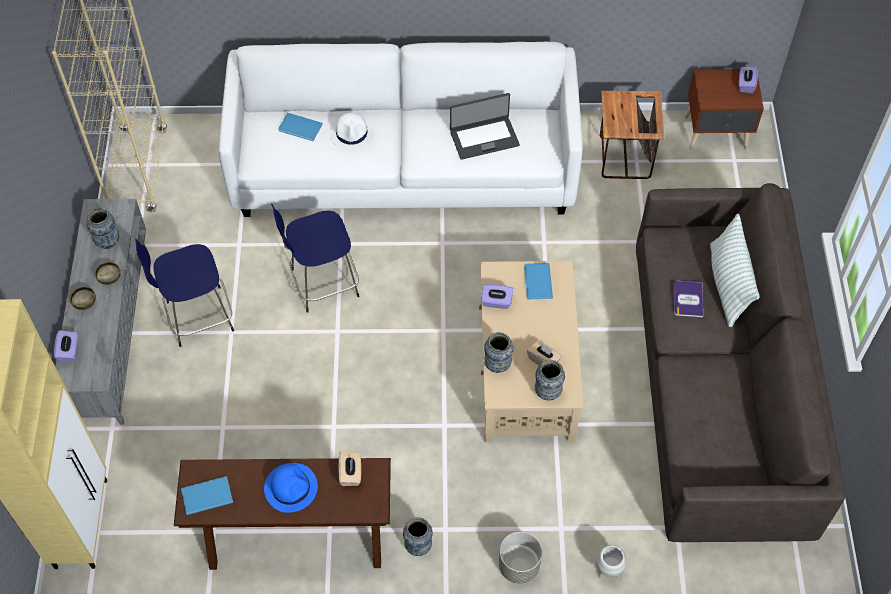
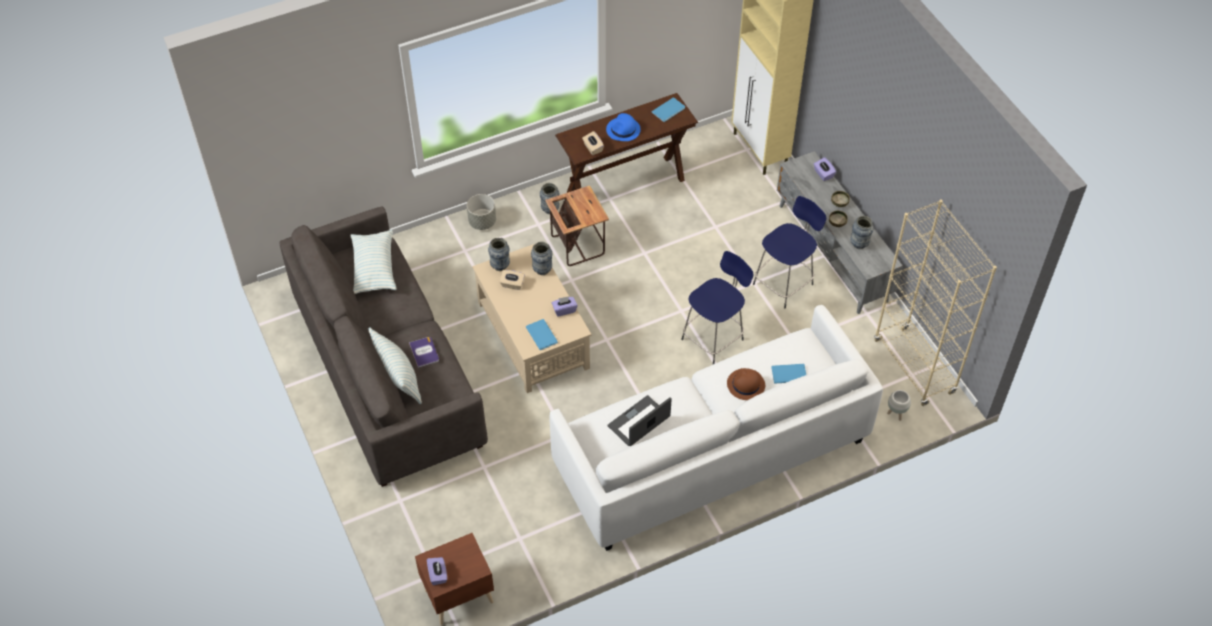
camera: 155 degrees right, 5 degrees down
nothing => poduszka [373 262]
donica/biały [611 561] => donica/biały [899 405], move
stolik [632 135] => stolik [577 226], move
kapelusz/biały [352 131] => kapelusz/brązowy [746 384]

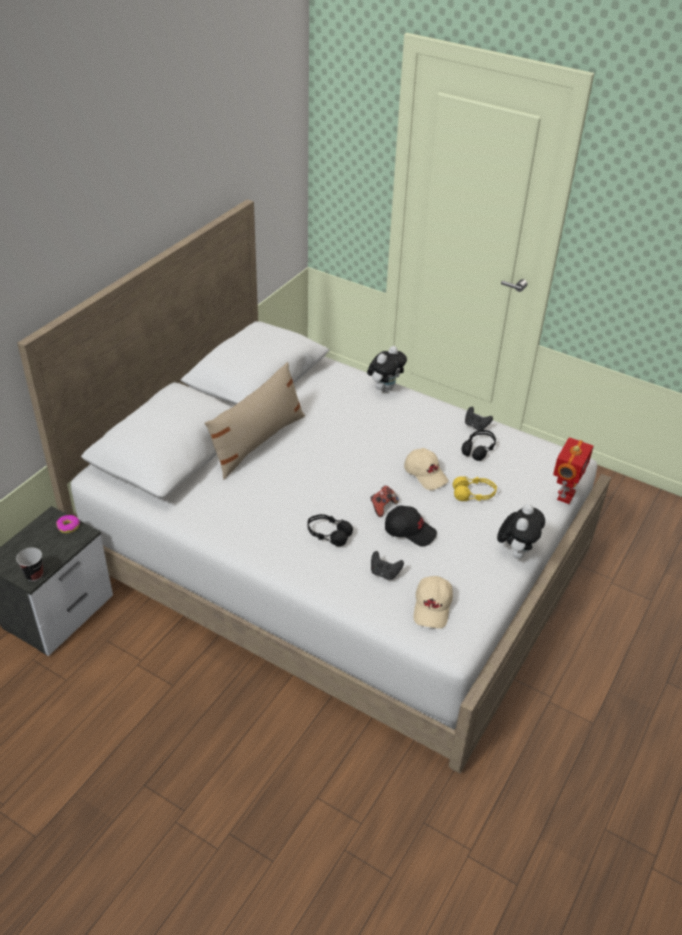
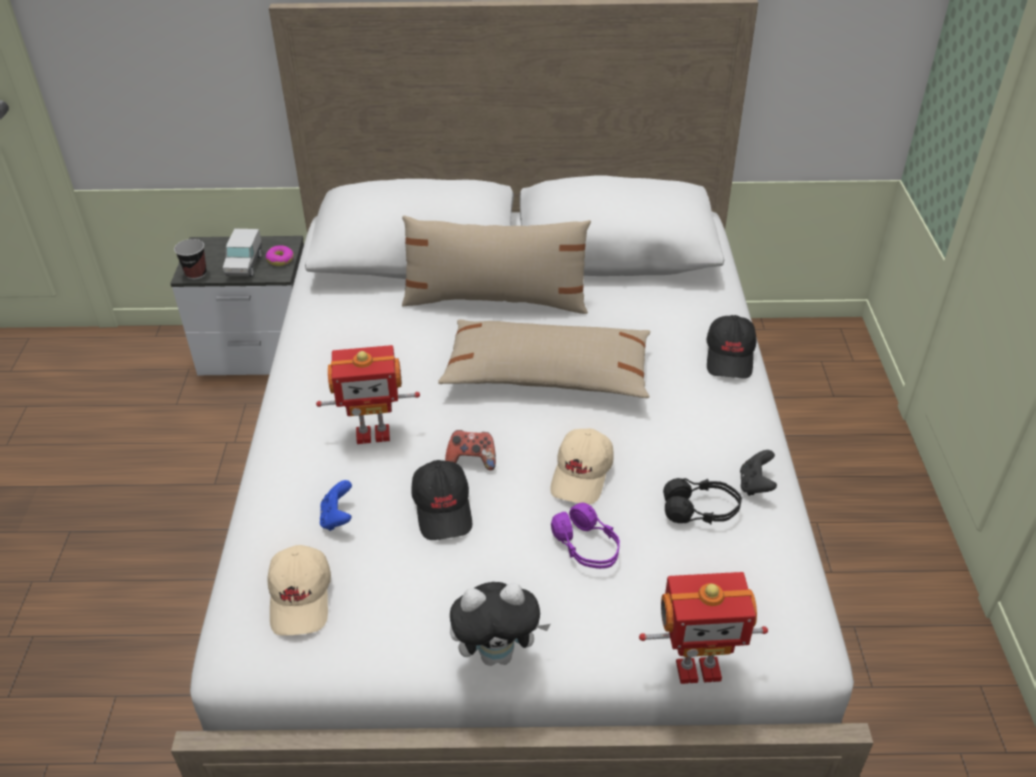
camera: 60 degrees right, 0 degrees up
nothing => ciężarówka zabawkowa [242 253]
nothing => poduszka/beżowy [544 358]
słuchawki/czarny [330 530] => robot zabawkowy [368 394]
pluszak [387 369] => czapka z daszkiem/czarny [731 347]
pad do gier/czarny [387 565] => pad do gier/niebieski [336 505]
słuchawki/żółty [475 488] => słuchawki/fioletowy [585 536]
czapka z daszkiem/beżowy [433 602] => czapka z daszkiem/beżowy [299 590], 75 degrees counterclockwise

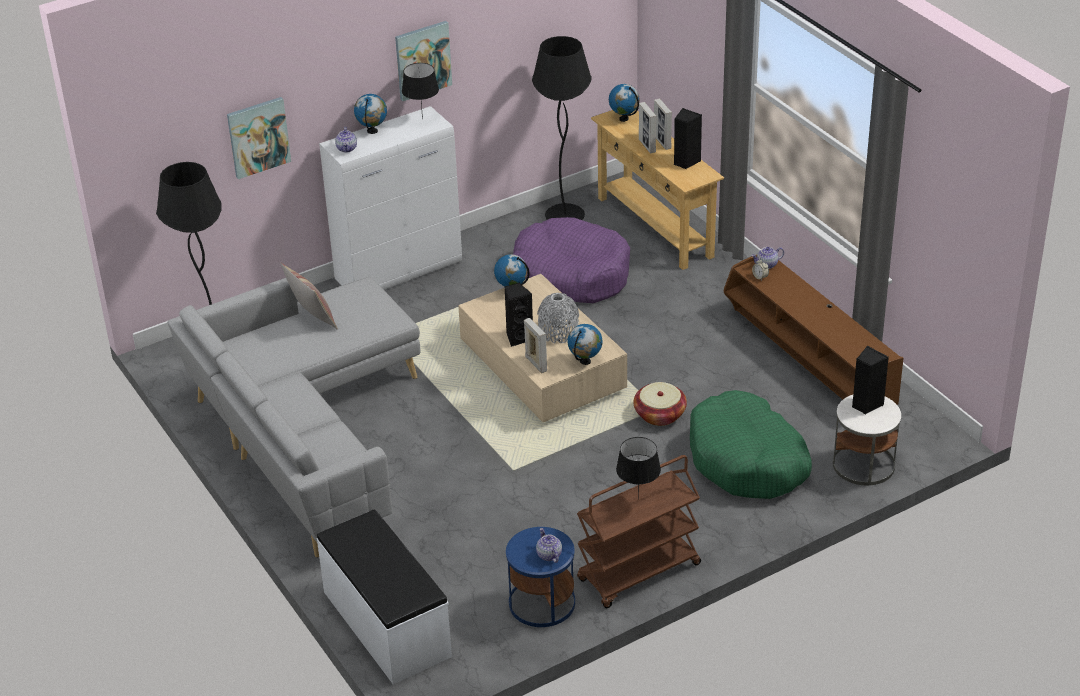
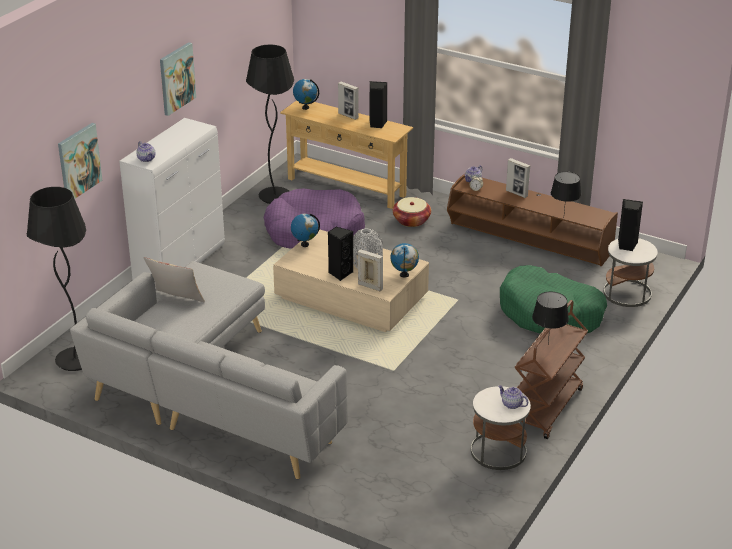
camera: 30 degrees left, 5 degrees down
ławka/biały [384 597] => nothing
globus [370 114] => nothing
lampa stołowa/czarny [420 91] => lampa stołowa/czarny [566 192], move
koszyk [660 404] => koszyk [412 212], move
ramka na zdjęcie [648 127] => ramka na zdjęcie [518 178], move
stolik/niebieski [540 577] => stolik/biały [501 428]

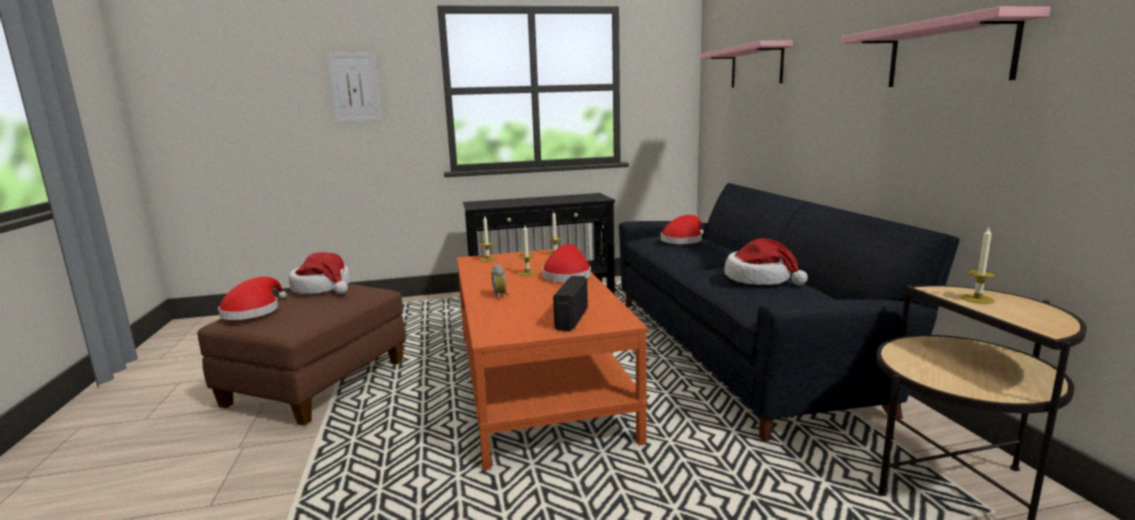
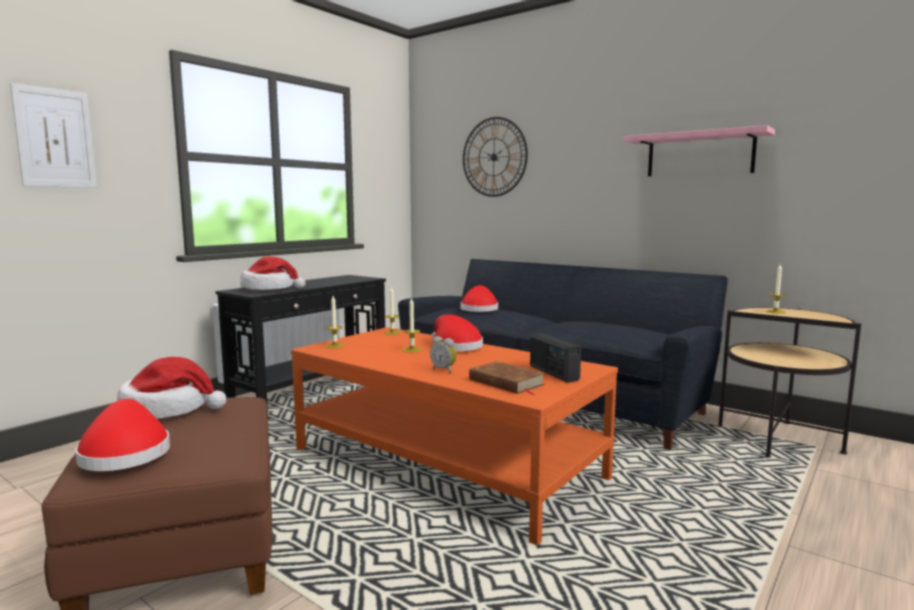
camera: 40 degrees left, 5 degrees down
nothing => książka/brązowy [507 378]
kapelusz [766 261] => kapelusz [273 273], move
półka/różowy [746 64] => zegar ścienny [495 157]

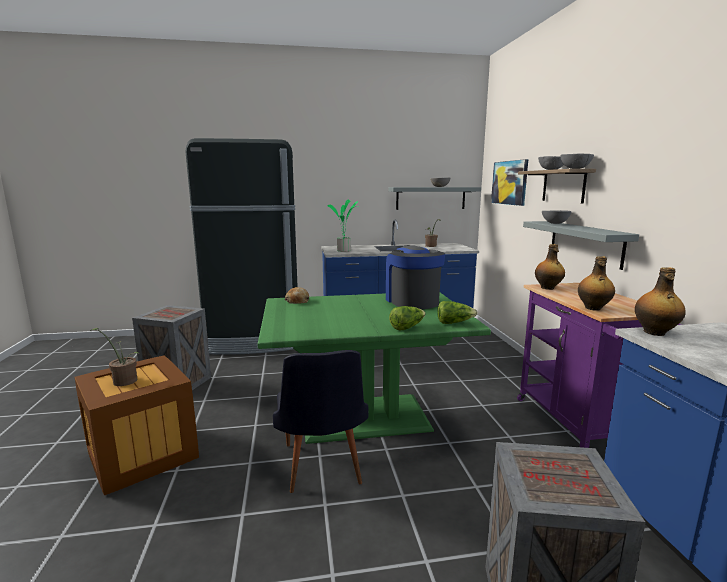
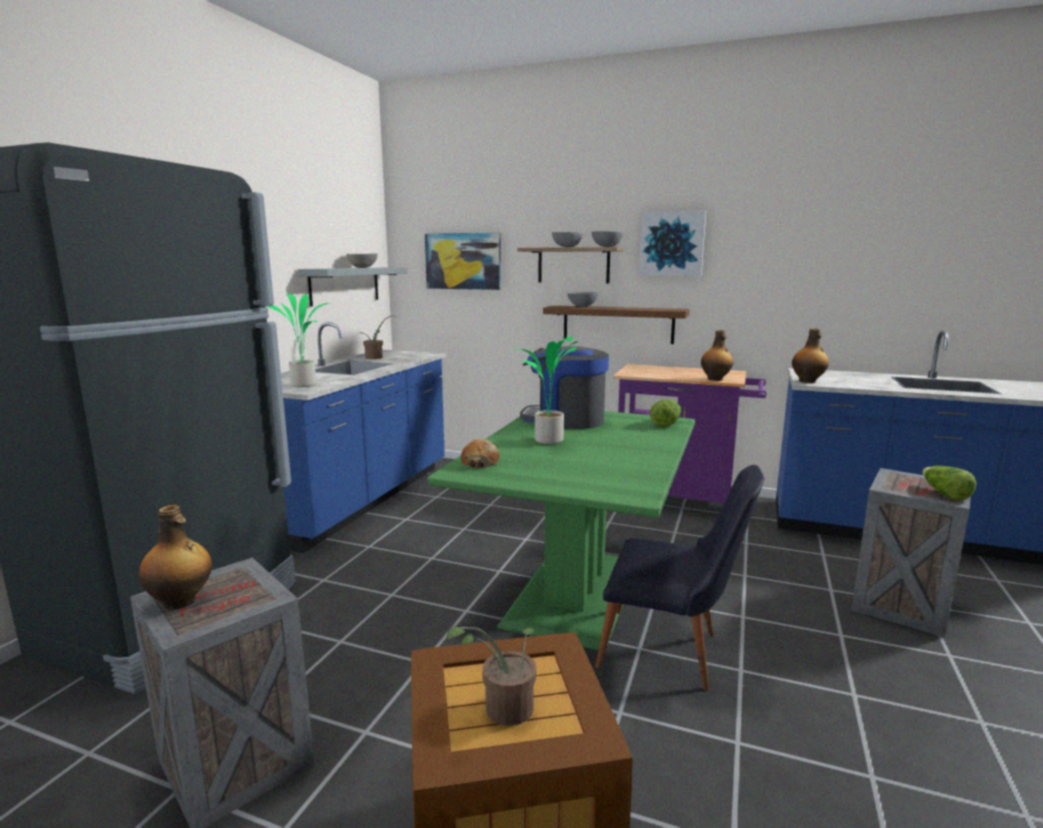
camera: 60 degrees left, 0 degrees up
nothing => roślina doniczkowa [546 390]
nothing => obraz [672 243]
sałata [407 318] => sałata [949 483], move
butelka [550 267] => butelka [175 557], move
półka/szary [581 245] => półka/brązowy [616 324]

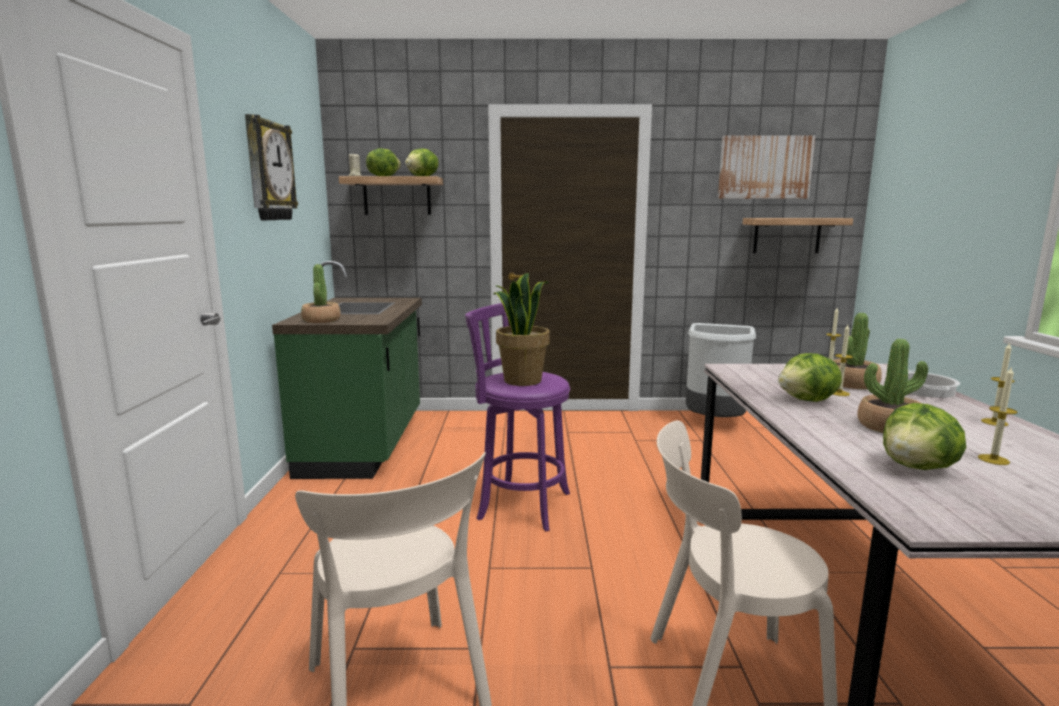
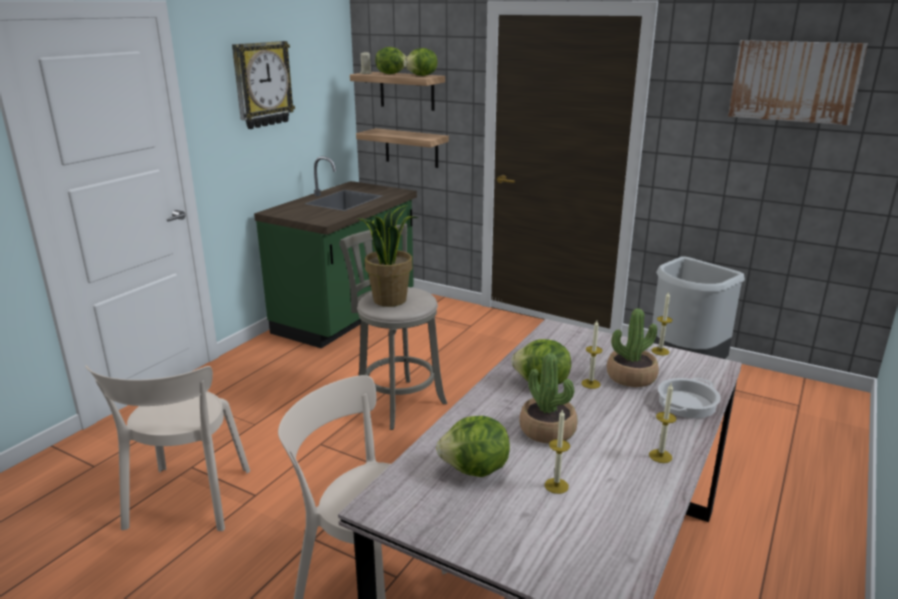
camera: 30 degrees right, 10 degrees up
roślina doniczkowa [321 293] => nothing
półka [798 235] => półka [402 148], move
stołek/fioletowy [517 416] => stołek/szary [393 327]

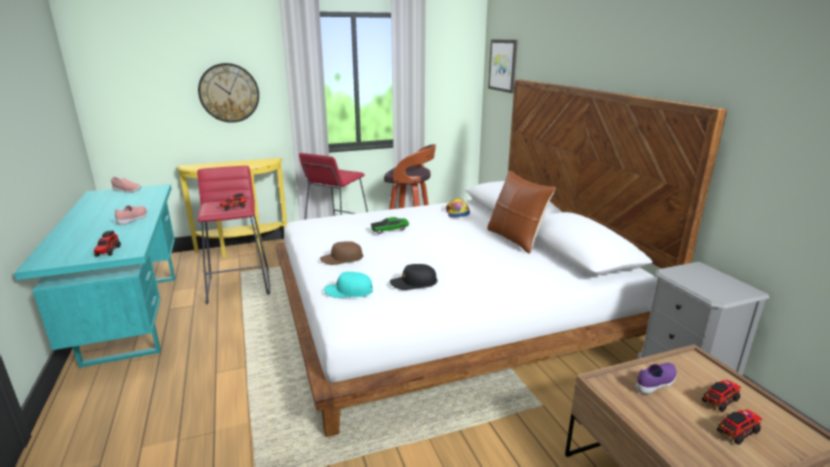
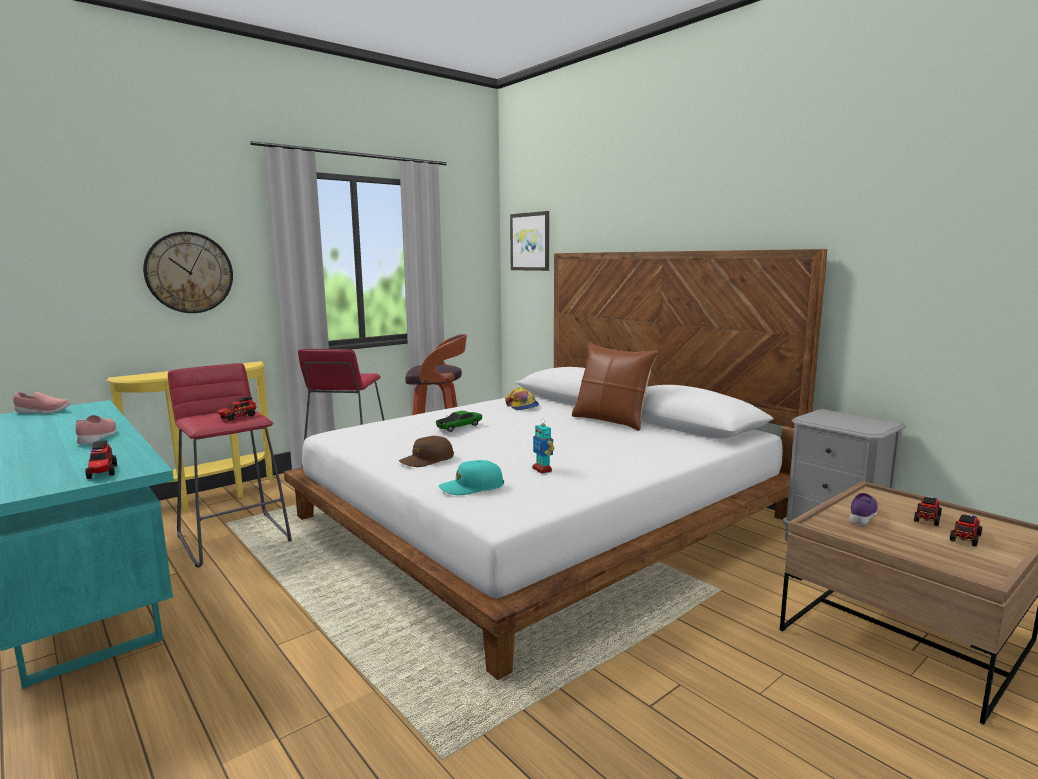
camera: 20 degrees left, 10 degrees down
czapka z daszkiem/czarny [414 277] => robot zabawkowy [543 446]

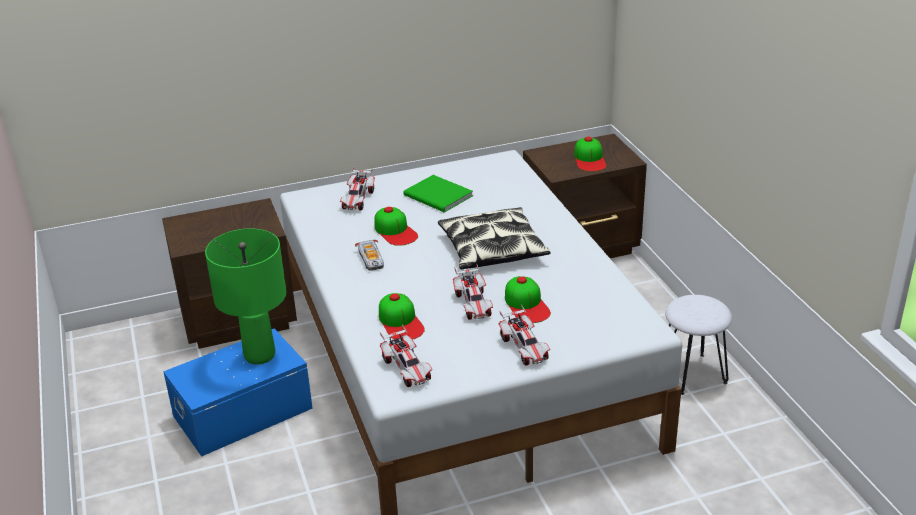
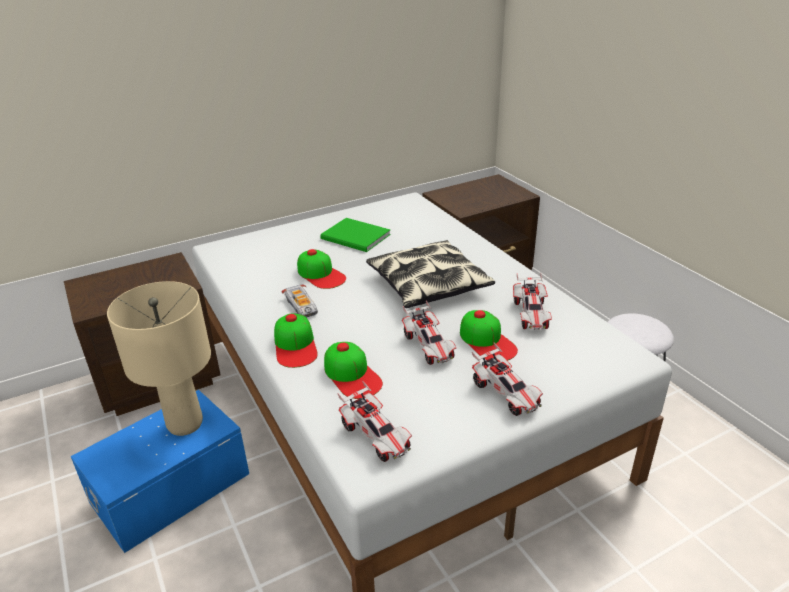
camera: 10 degrees left, 0 degrees up
samochodzik [357 188] => samochodzik [532 301], move
czapka z daszkiem [590 154] => czapka z daszkiem [296 340], move
lampa stołowa/zielony [245 296] => lampa stołowa/beżowy [159 358]

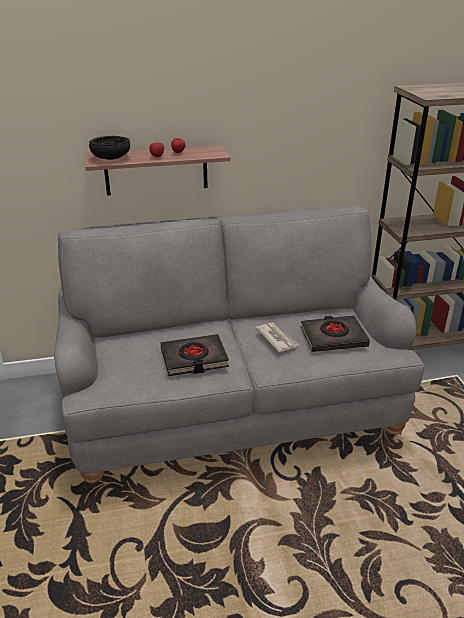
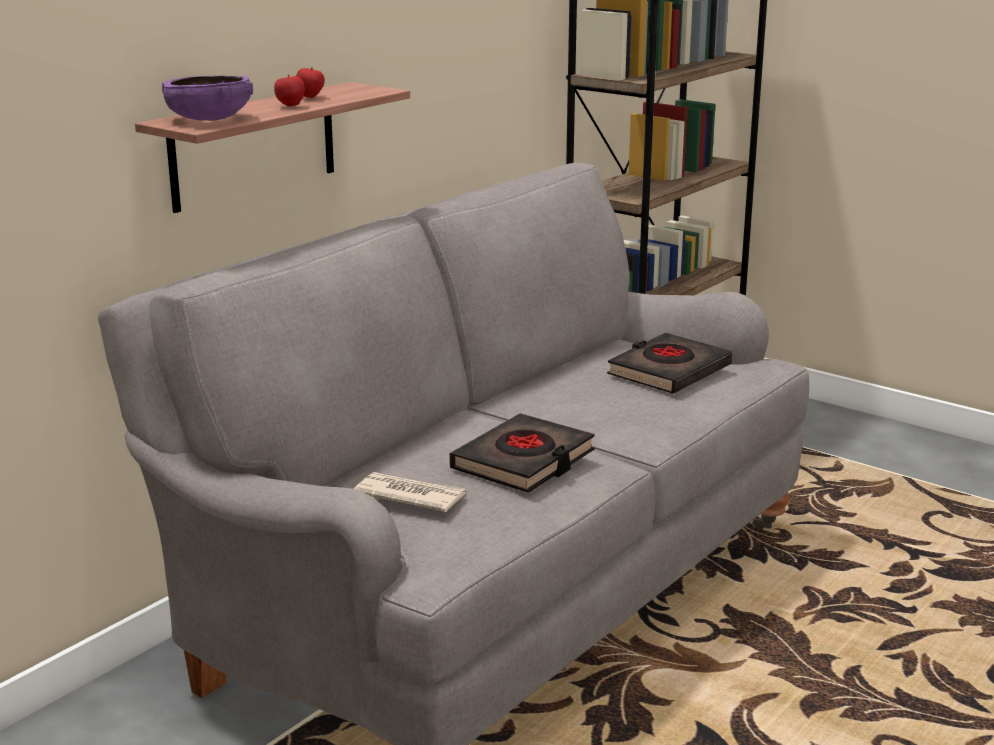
camera: 40 degrees left, 10 degrees down
gazeta [277 337] => gazeta [410 492], move
miska/czarny [109 148] => miska/fioletowy [207 98]

